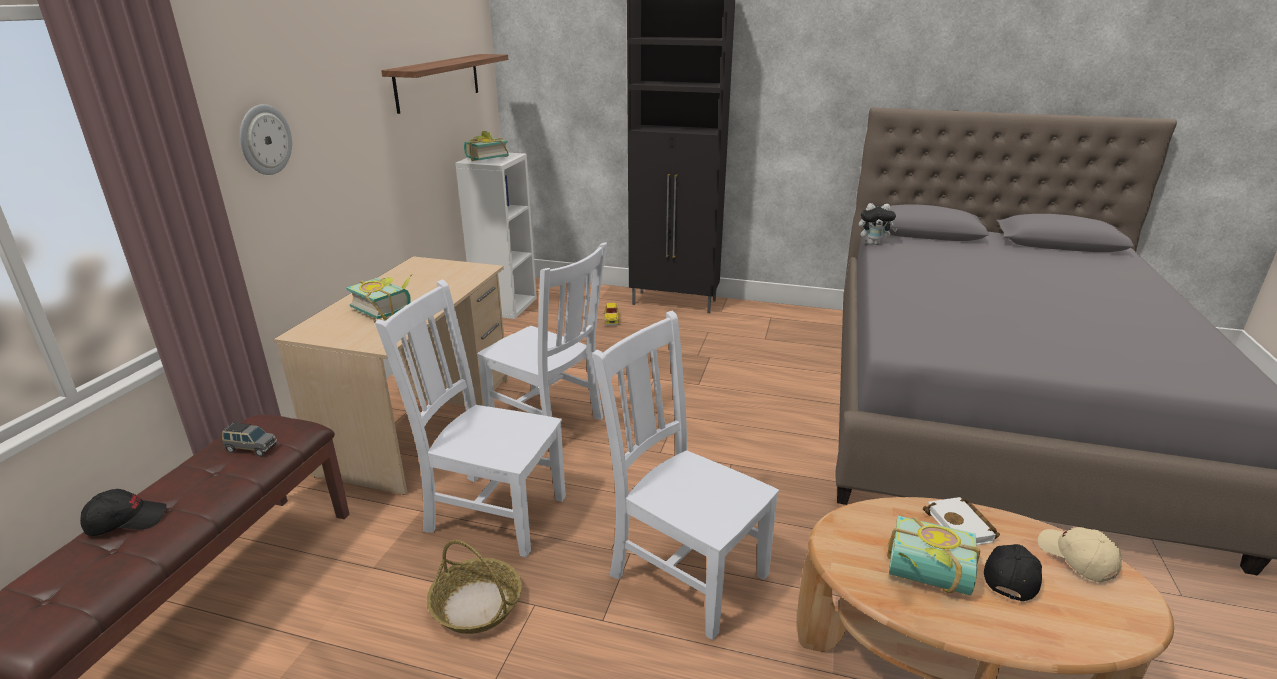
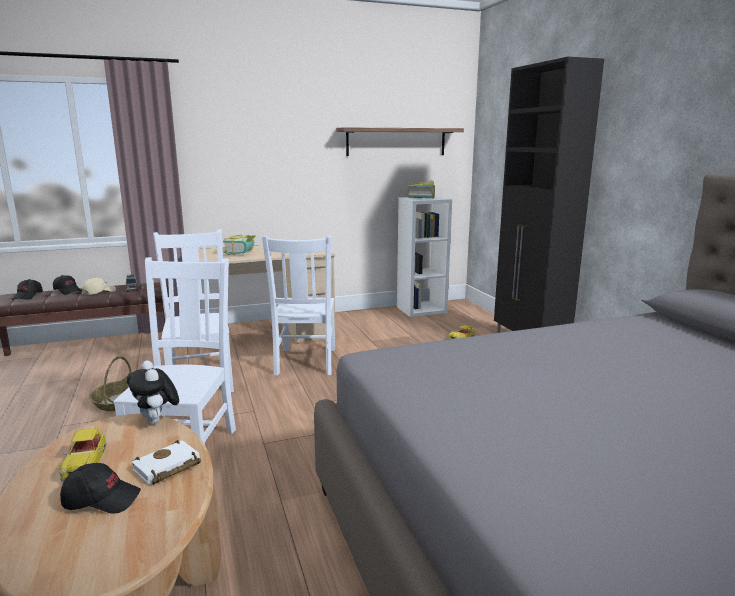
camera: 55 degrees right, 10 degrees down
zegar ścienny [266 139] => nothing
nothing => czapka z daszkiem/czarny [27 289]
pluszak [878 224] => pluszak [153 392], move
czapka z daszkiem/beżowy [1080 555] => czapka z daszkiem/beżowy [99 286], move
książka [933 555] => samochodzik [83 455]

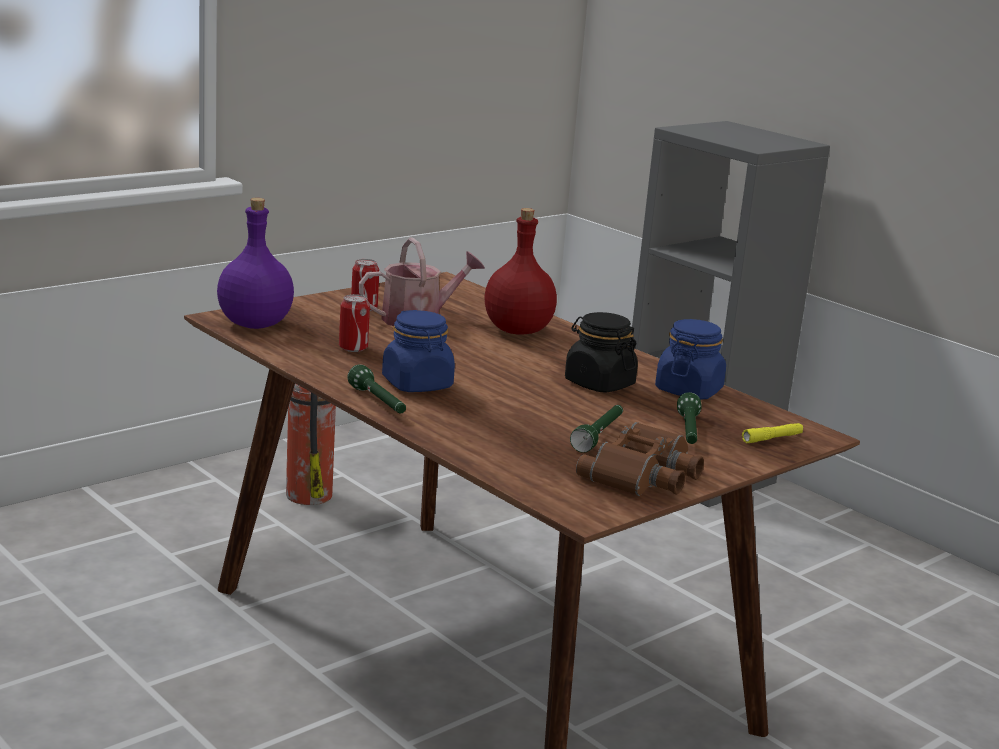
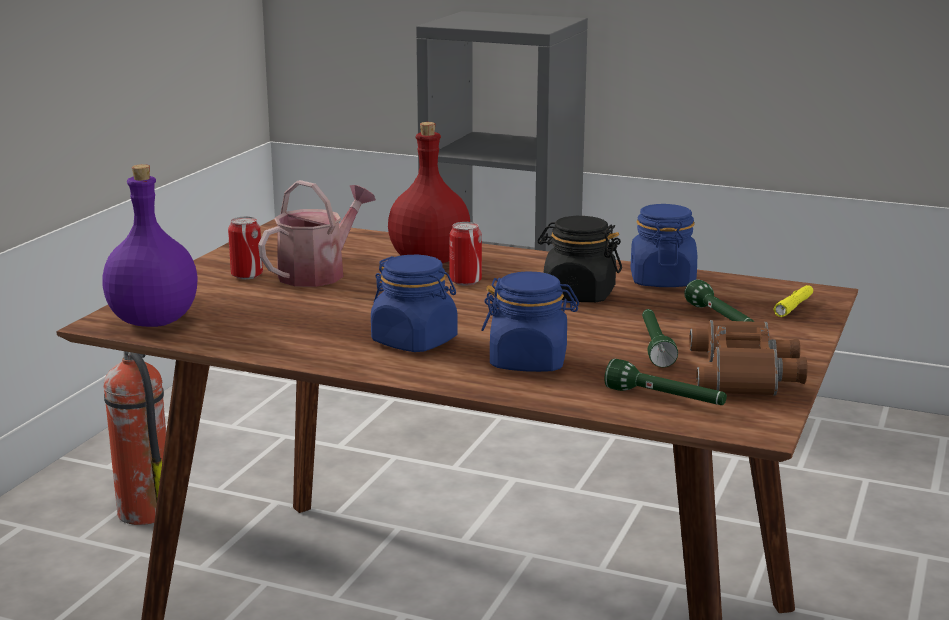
camera: 25 degrees left, 0 degrees up
nothing => słoik/niebieski [530 321]
puszka [354 323] => puszka [465 254], move
latarka/zielony [376 389] => latarka/zielony [665 382], move

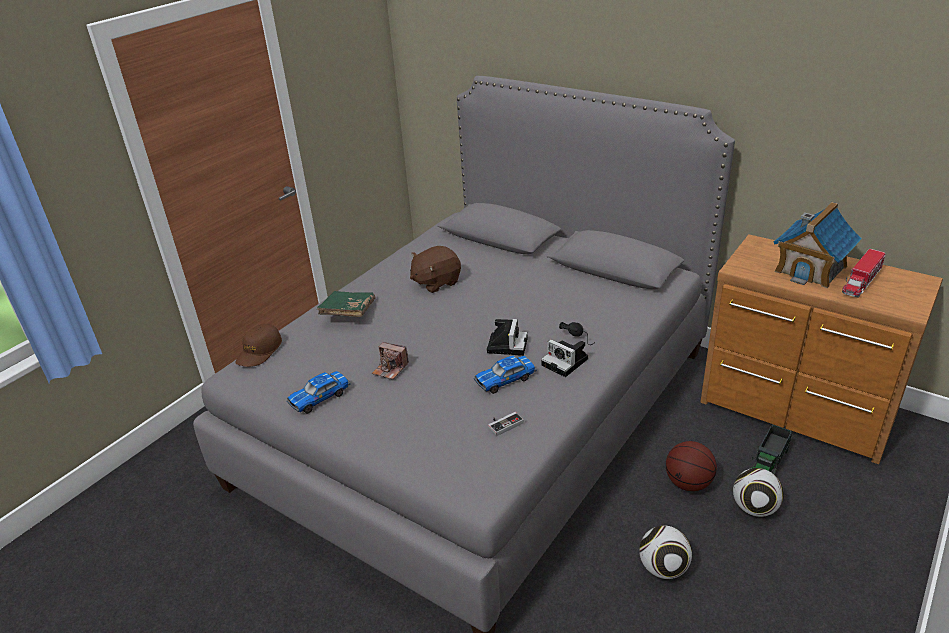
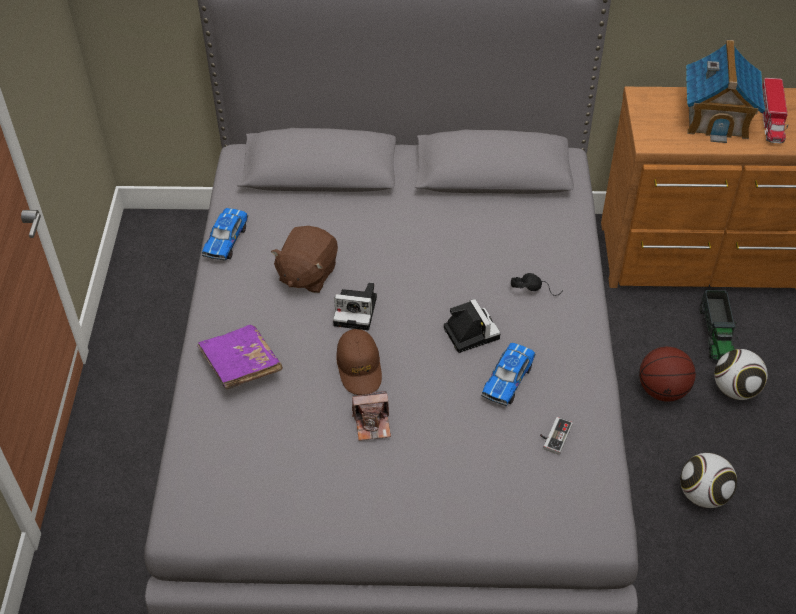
camera: 35 degrees left, 15 degrees up
czapka z daszkiem/brązowy [259 345] => czapka z daszkiem/brązowy [359 362], move
samochodzik [319 392] => samochodzik [225 234], move
aparat fotograficzny [564 358] => aparat fotograficzny [355 306], move
książka/zielony [346 304] => książka/fioletowy [240 357]

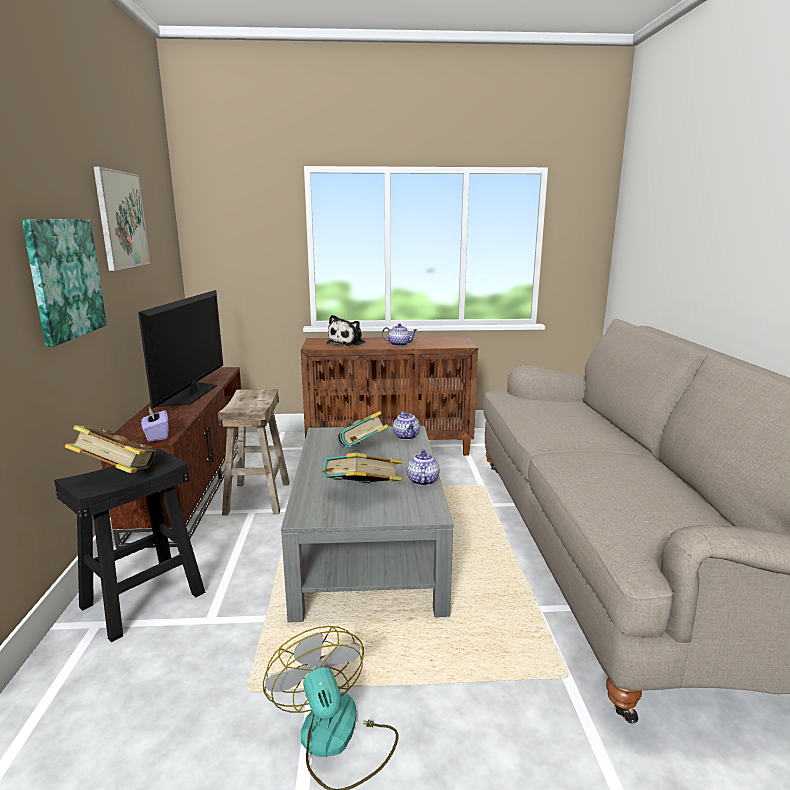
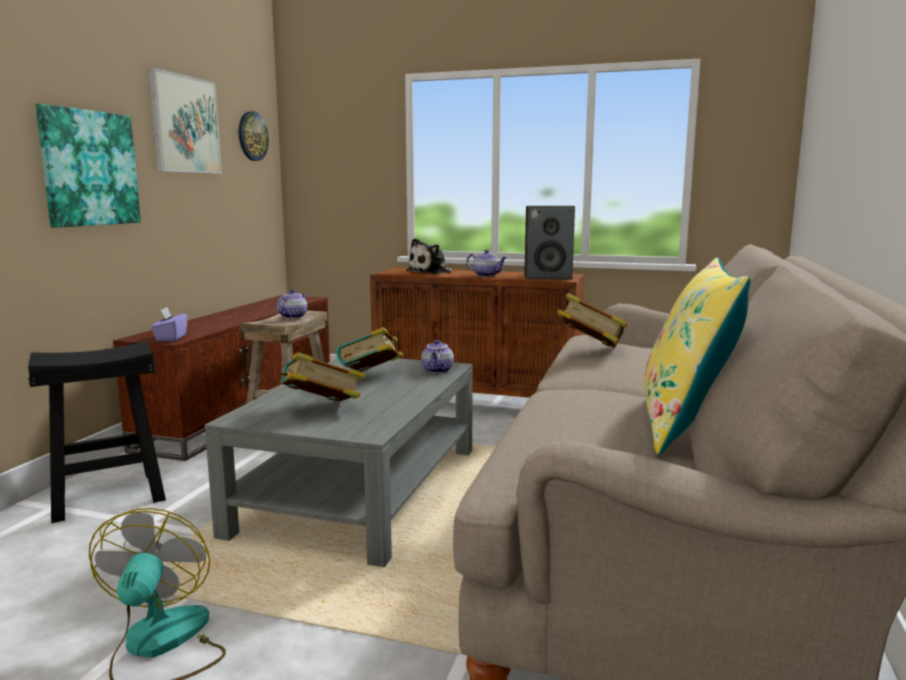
camera: 20 degrees right, 5 degrees down
telewizor [180 349] => nothing
nothing => zegar ścienny [254 136]
nothing => głośnik [550 243]
nothing => poduszka/żółty [697 356]
książka [110 449] => książka [592 320], move
imbryk [423 467] => imbryk [292 304], move

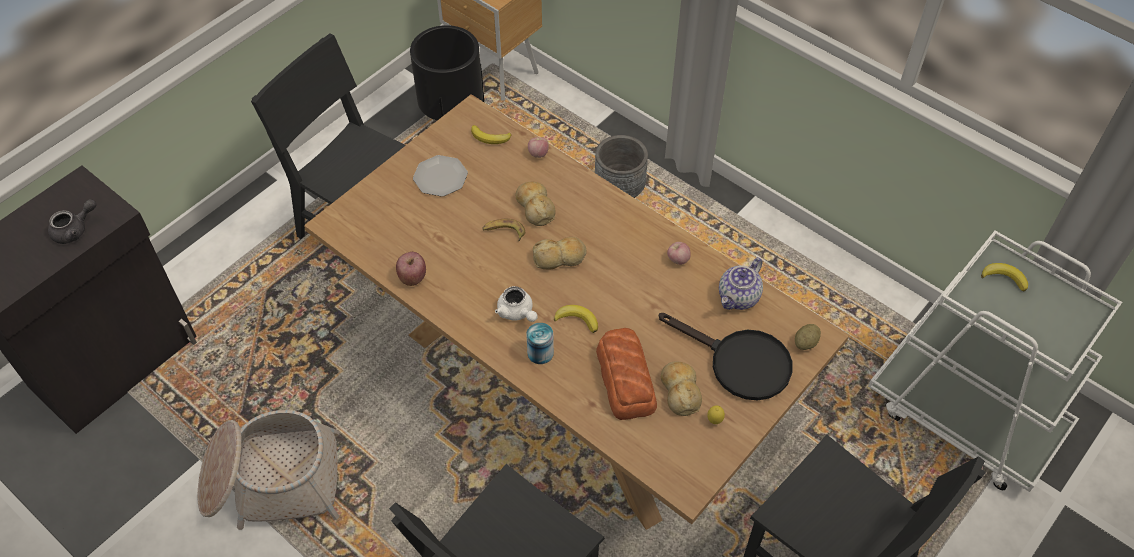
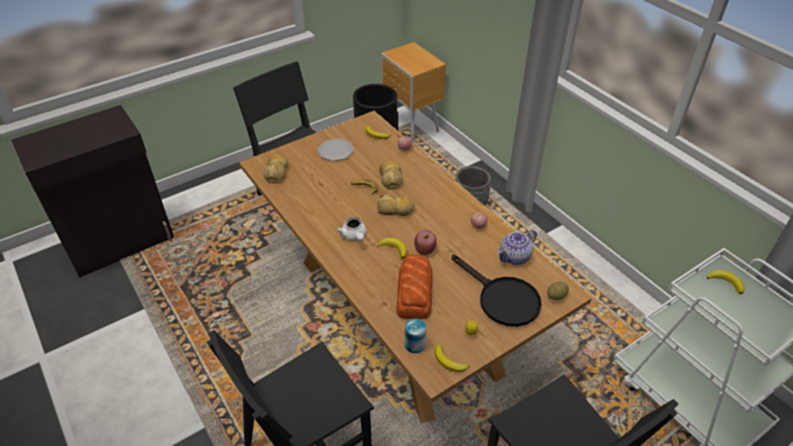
camera: 15 degrees right, 10 degrees down
imbryk/szary [72 221] => nothing
koszyk [268 470] => nothing
nothing => banan [452 358]
jabłko [411 269] => jabłko [425 242], move
puszka [540 343] => puszka [415 335], move
chleb [681 388] => chleb [275 169], move

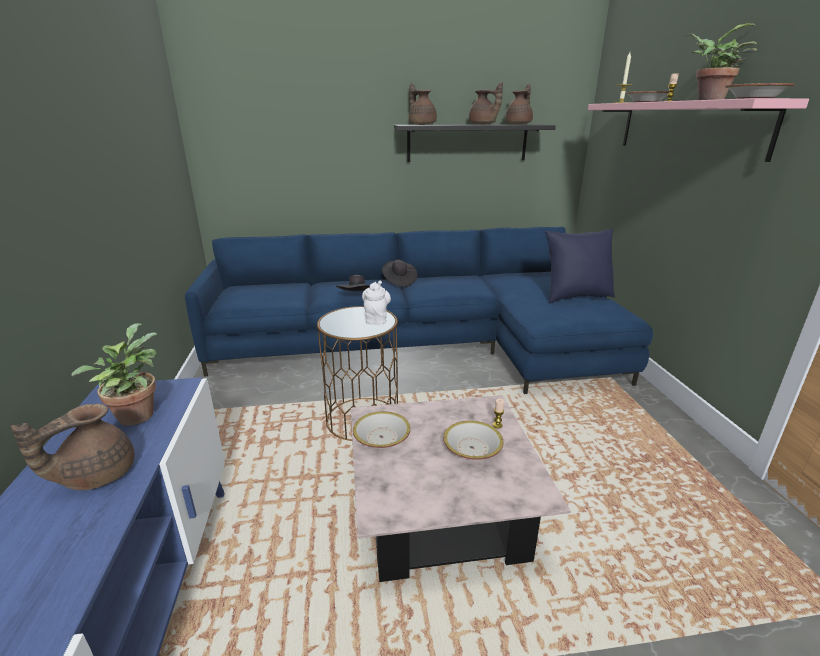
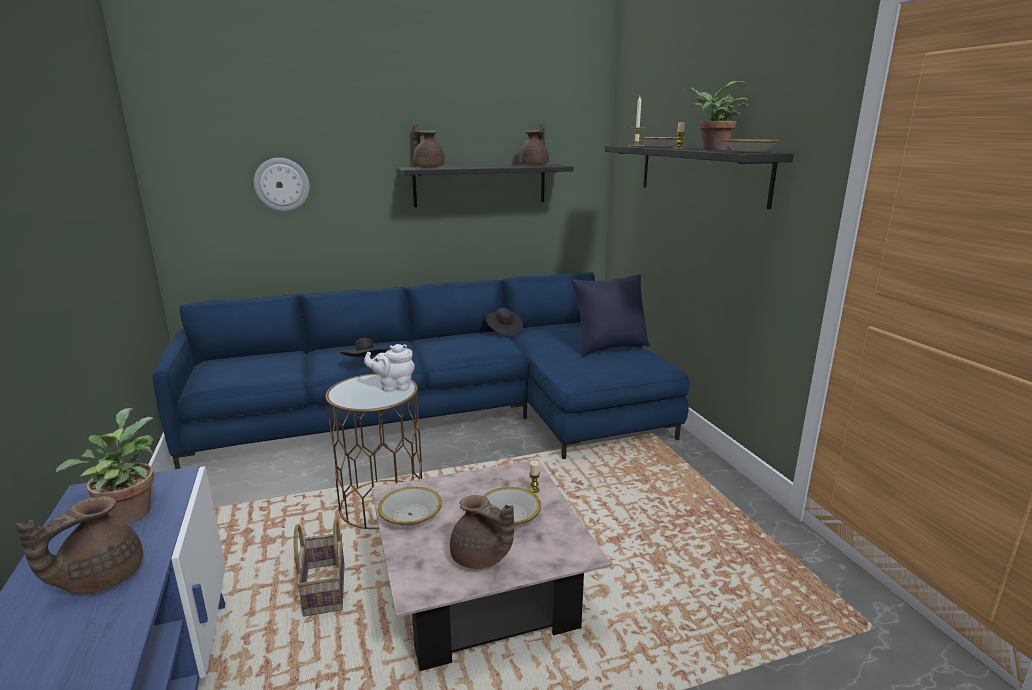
camera: 10 degrees left, 5 degrees down
nothing => zegar ścienny [282 184]
nothing => koszyk [319 567]
kapelusz/czarny [400 273] => kapelusz/czarny [504 322], move
imbryk/brązowy [486 103] => imbryk/brązowy [482 532], move
półka/różowy [698 130] => półka/czarny [699 177]
imbryk/biały [376 303] => imbryk/biały [389 367], 90 degrees counterclockwise

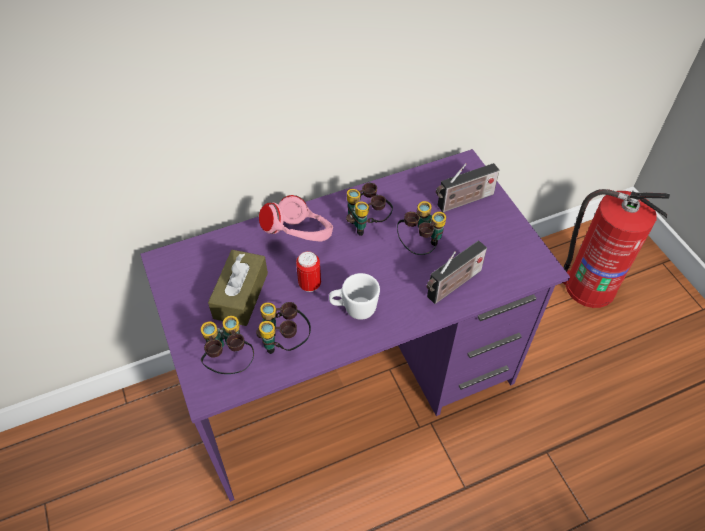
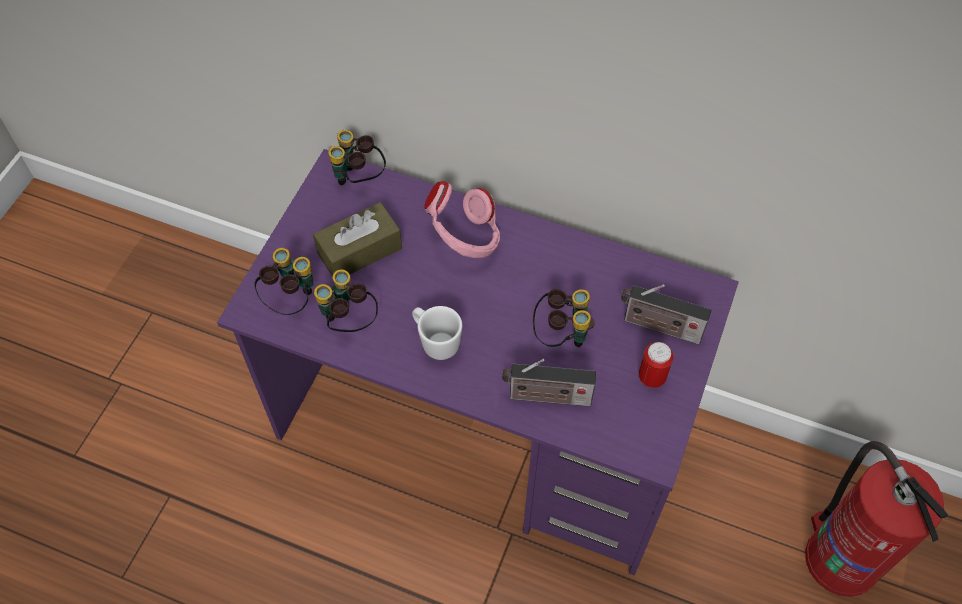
camera: 45 degrees right, 5 degrees up
puszka [308 271] => puszka [656 365], move
lornetka [369 209] => lornetka [357 157], move

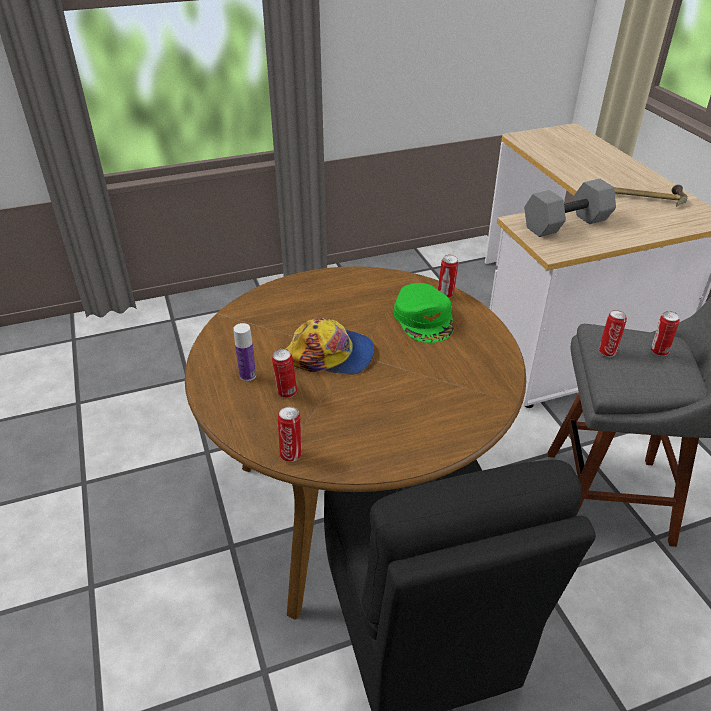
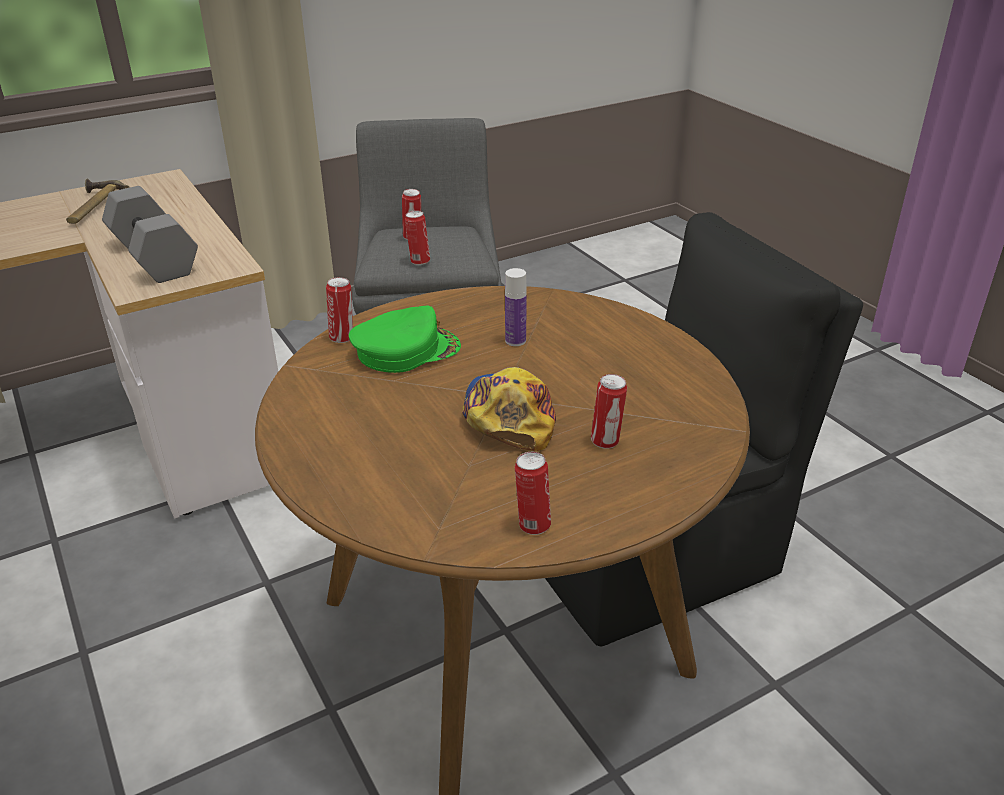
camera: 100 degrees left, 5 degrees down
butelka [244 352] => butelka [516 307], move
puszka [289 434] => puszka [533 493], move

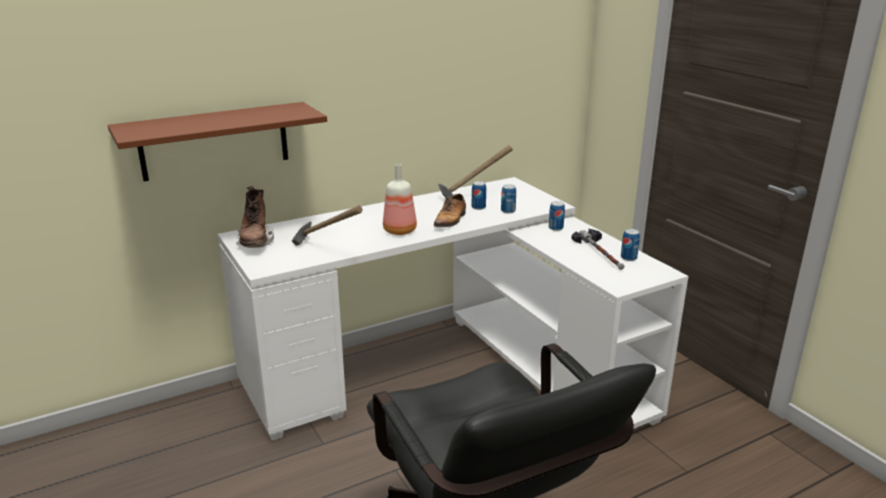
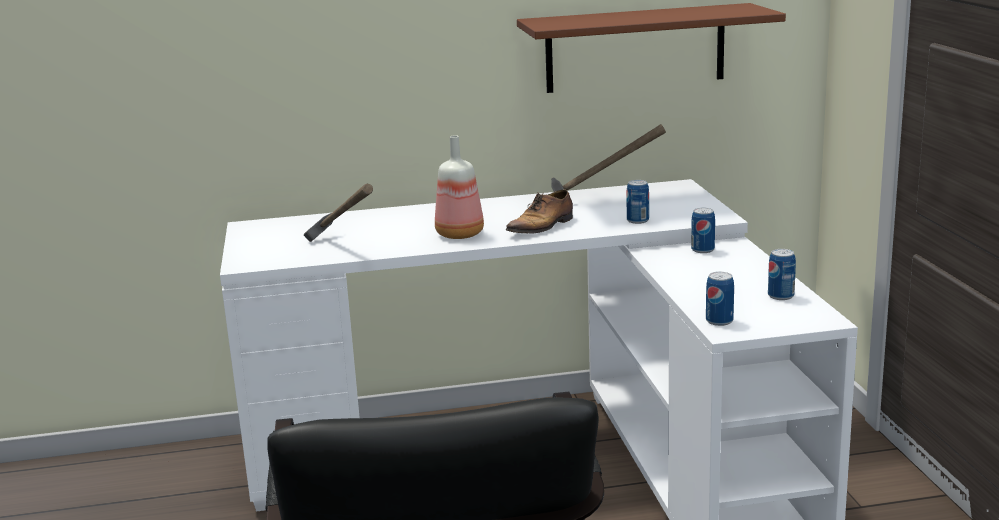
camera: 20 degrees right, 5 degrees down
but z cholewką/brązowy [255 217] => nothing
młotek [598 249] => nothing
półka/brązowy [217 141] => półka/brązowy [651 48], move
puszka [479 195] => puszka [720 299], move

